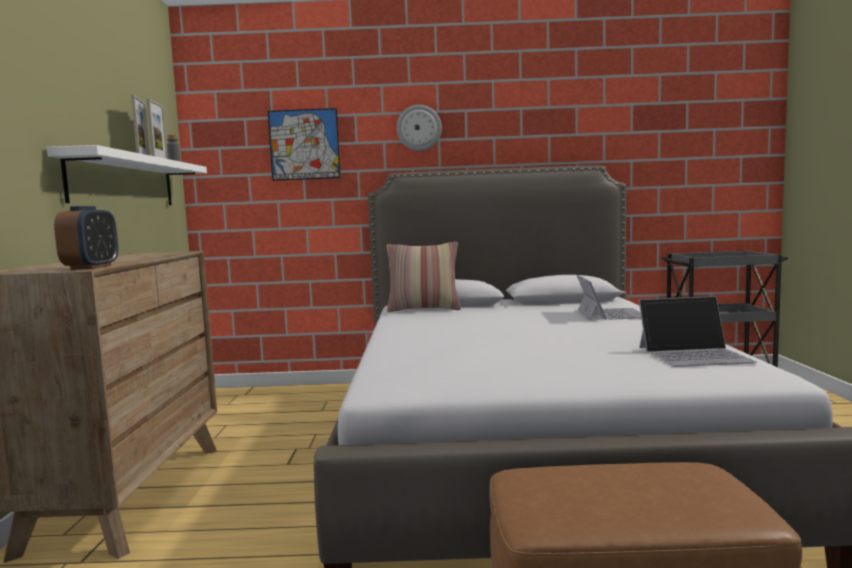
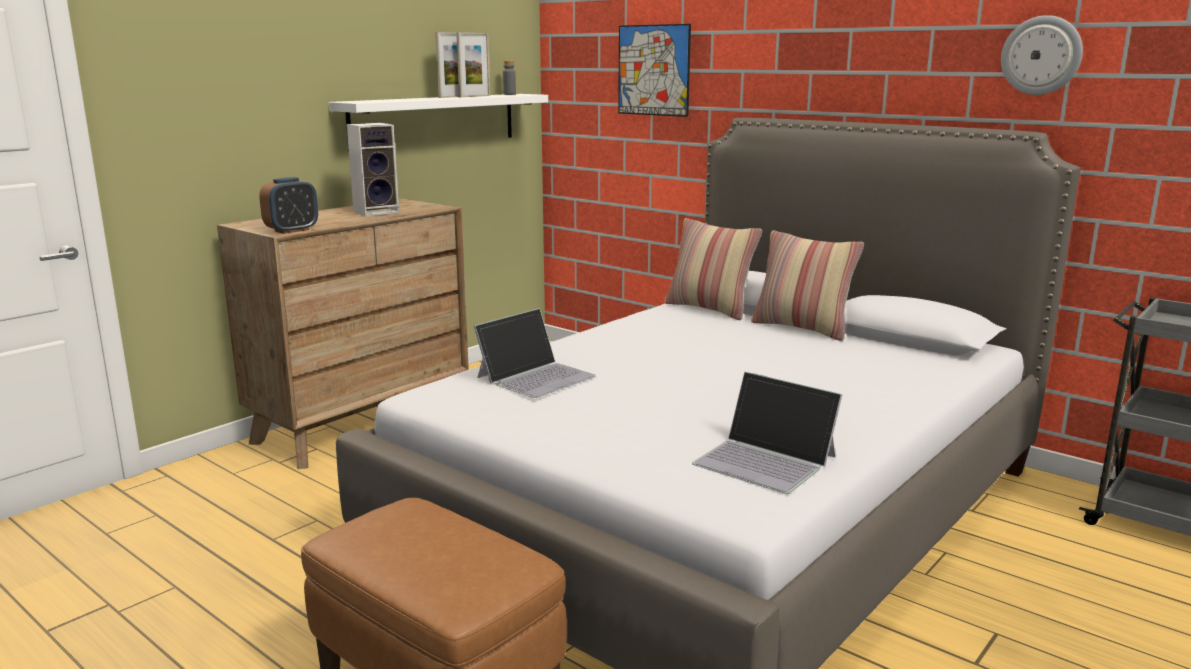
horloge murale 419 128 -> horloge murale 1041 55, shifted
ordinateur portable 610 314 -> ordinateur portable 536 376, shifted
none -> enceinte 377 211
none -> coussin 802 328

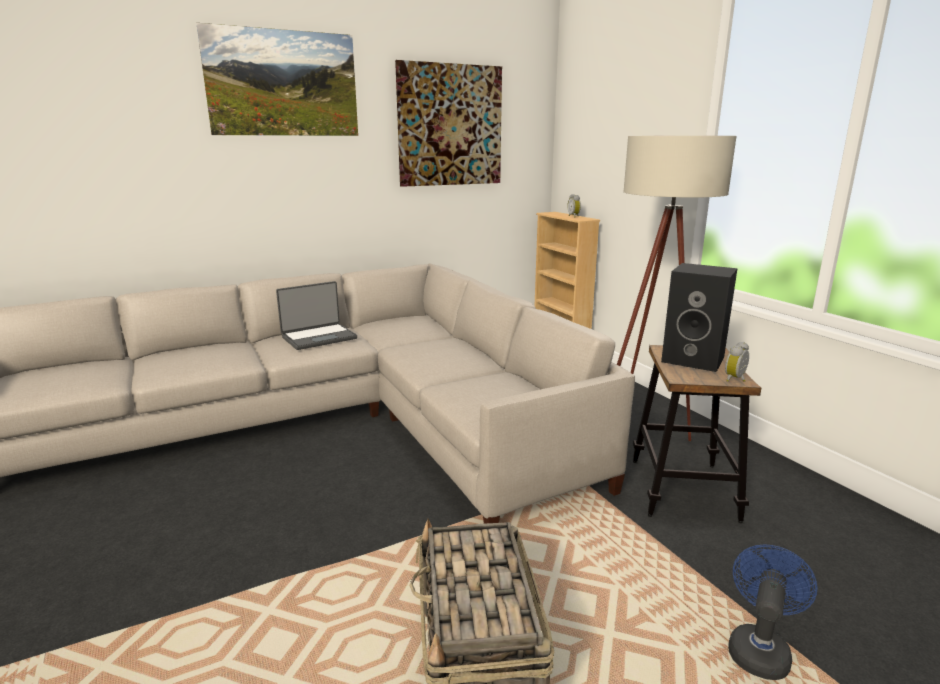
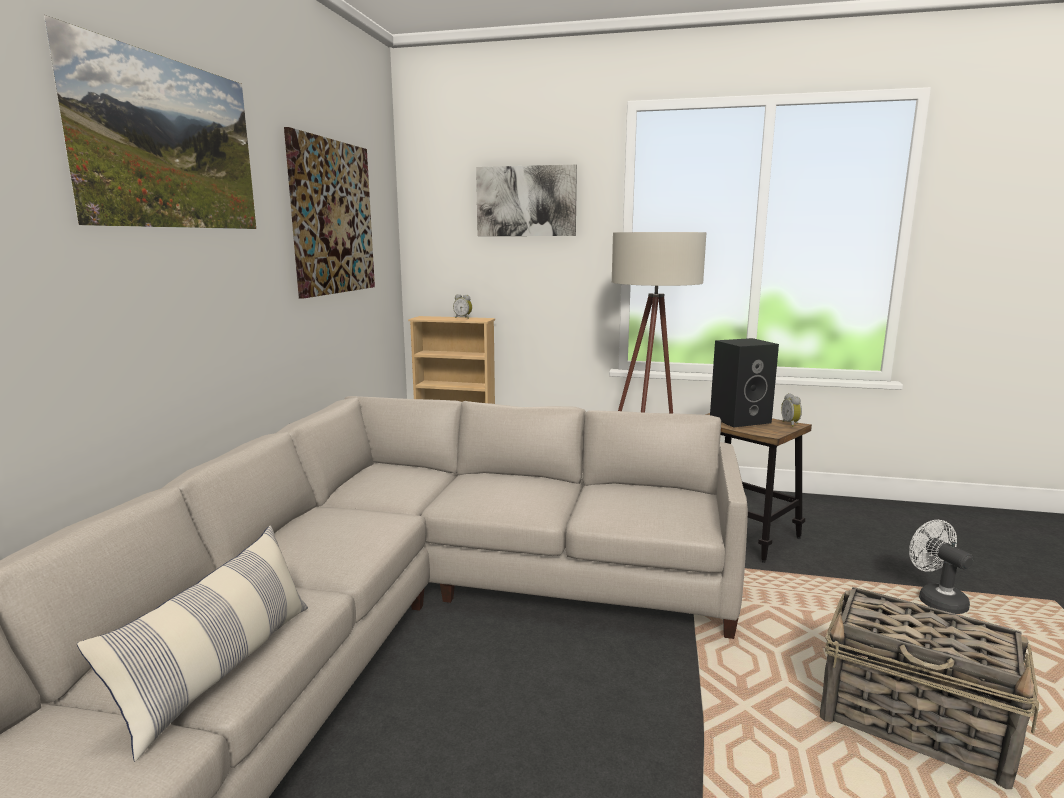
ordinateur portable 319 337 -> none
ventilateur/bleu 759 649 -> ventilateur/blanc 935 600
none -> coussin 222 669
none -> tableau 526 201

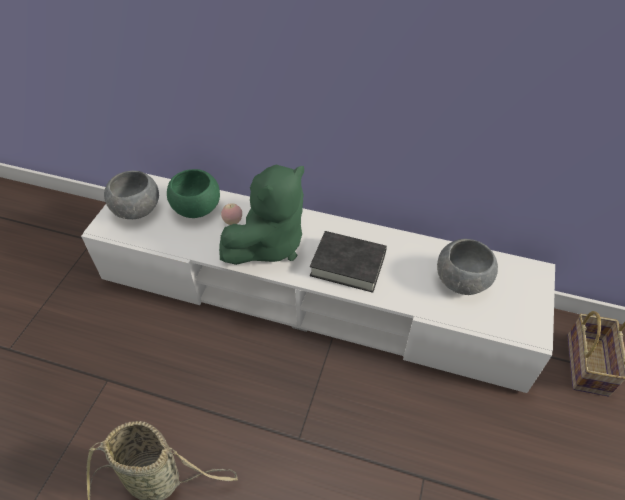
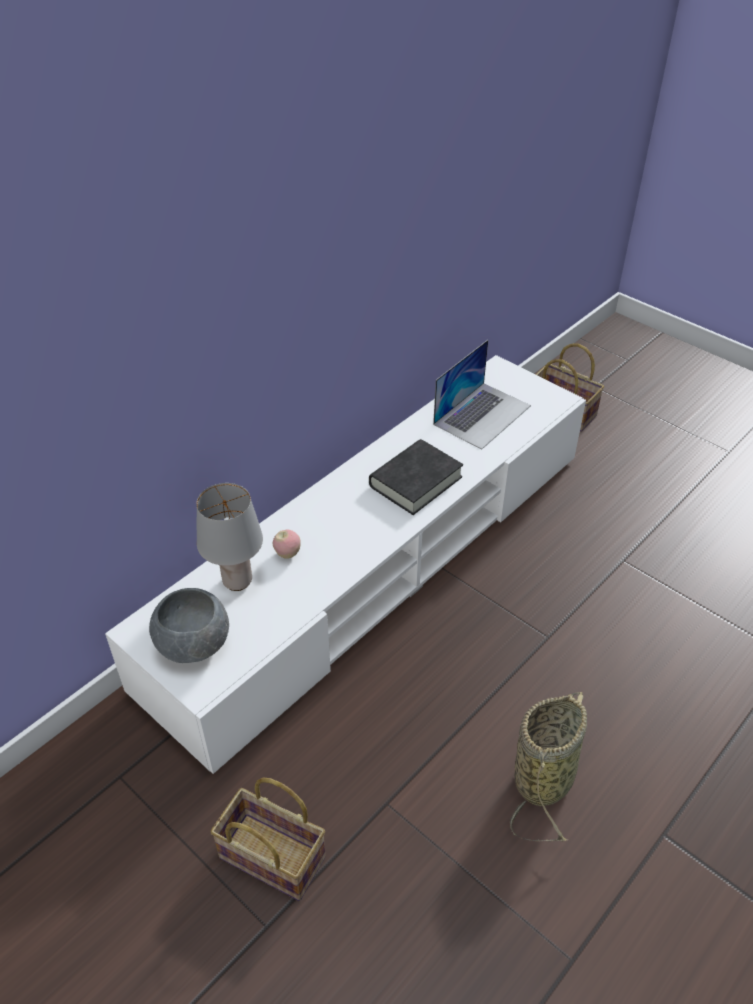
bol/vert 196 208 -> lampe de table/gris 237 582
peluche/vert 269 244 -> none
bol/gris 462 280 -> ordinateur portable 482 414
none -> panier 269 858

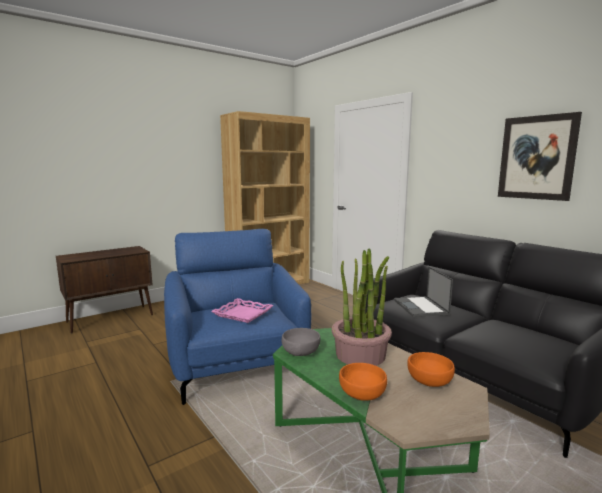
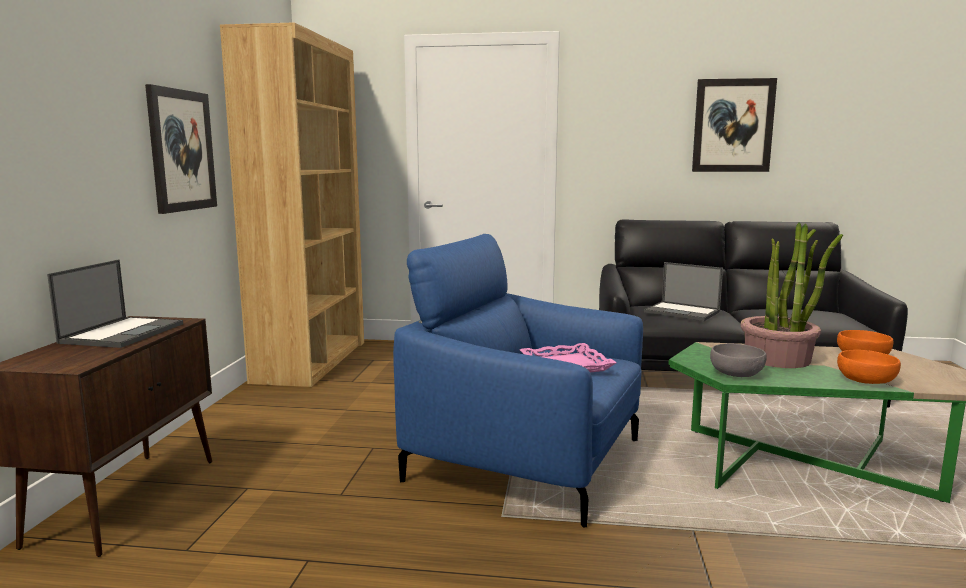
none -> ordinateur portable 123 333
none -> tableau 181 150

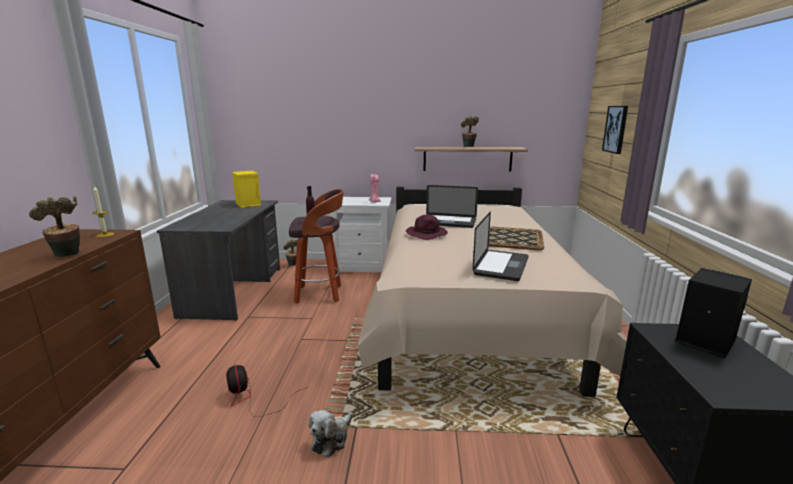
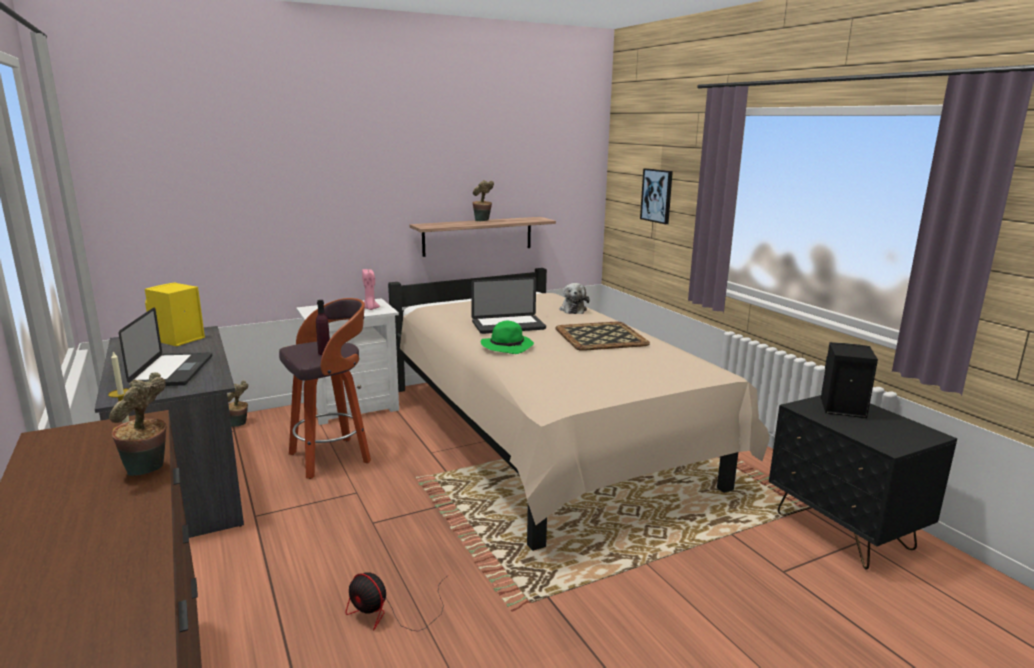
peluche 331 439 -> peluche 573 309, shifted
chapeau/violet 427 234 -> chapeau/vert 508 346
ordinateur portable 501 266 -> ordinateur portable 172 371, shifted

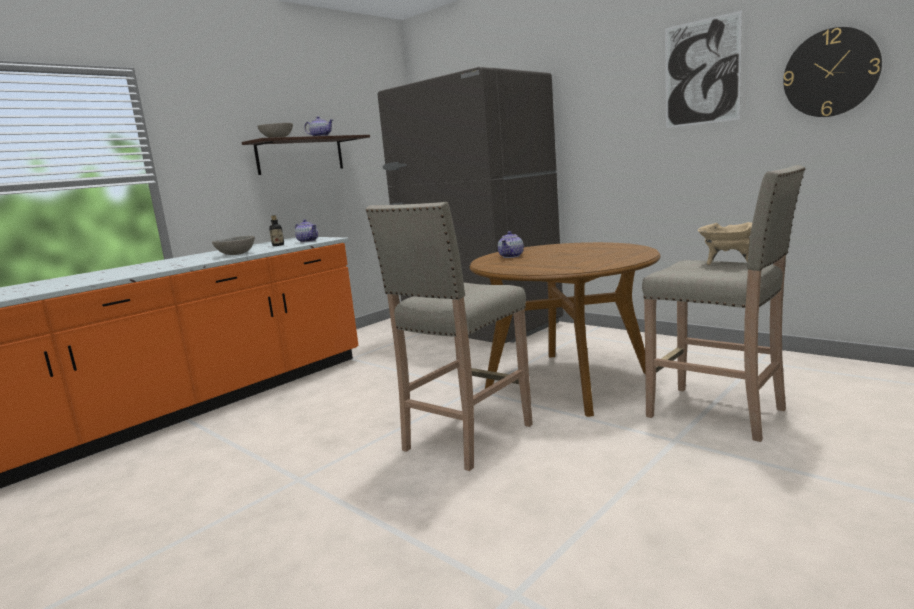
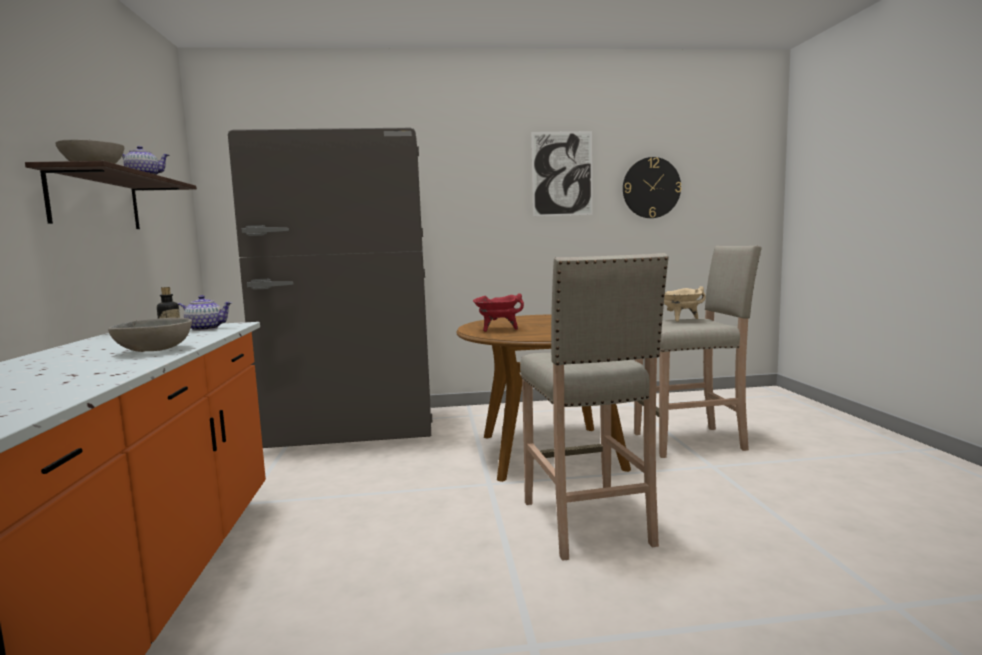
théière 511 256 -> marmite/rouge 497 329

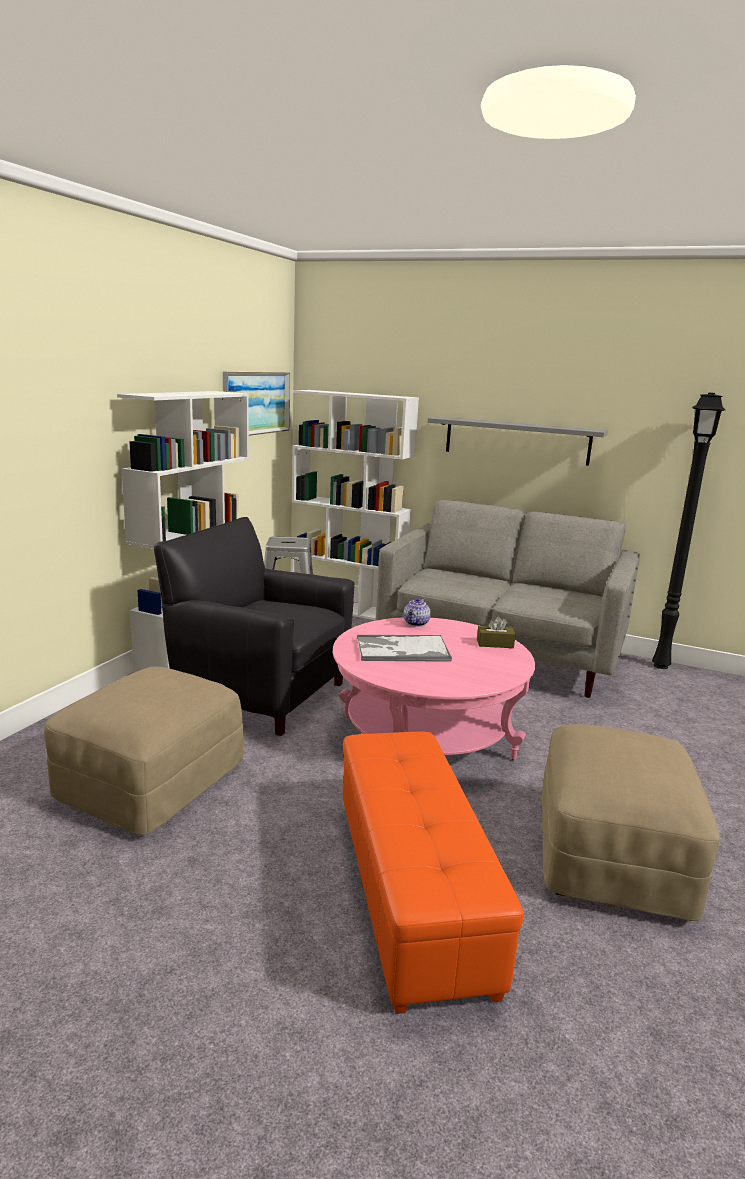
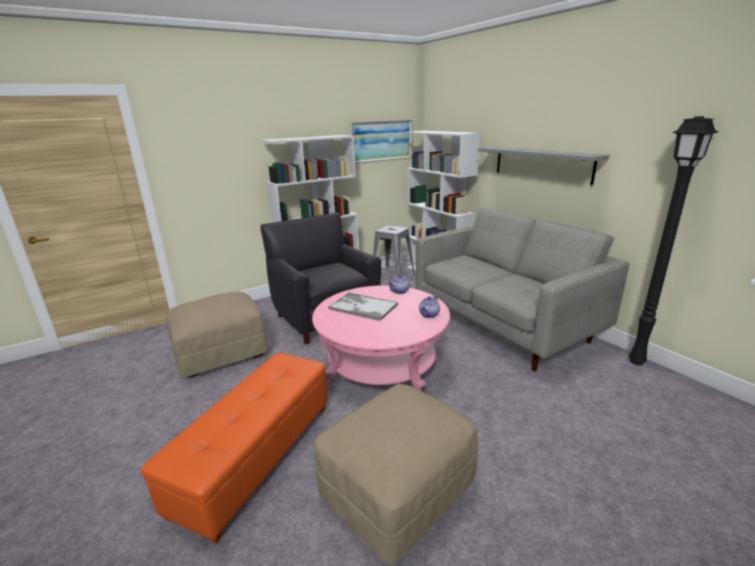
boîte à mouchoirs/marron 495 644 -> théière 429 315

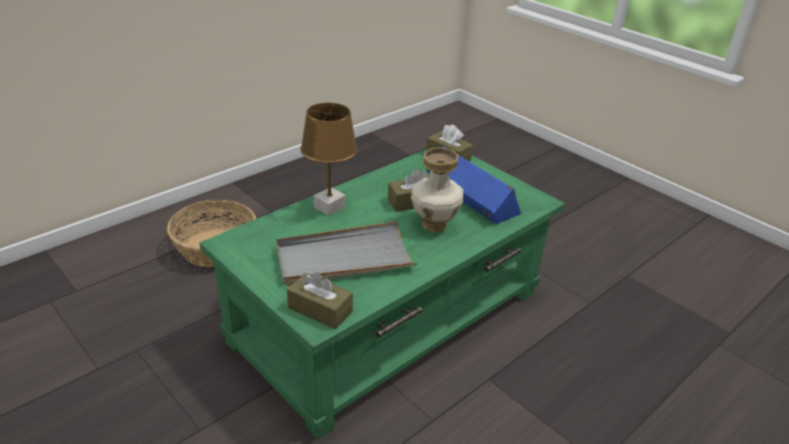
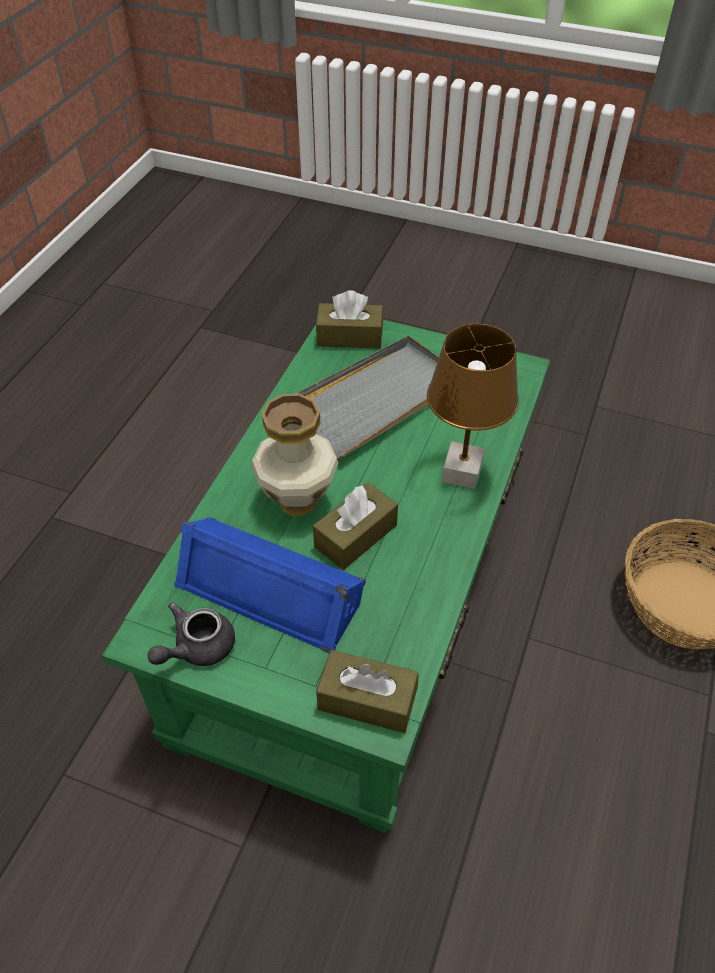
none -> théière/gris 196 648

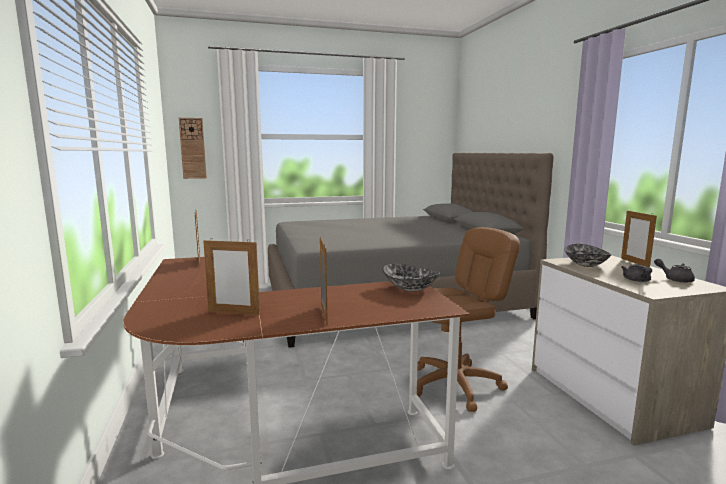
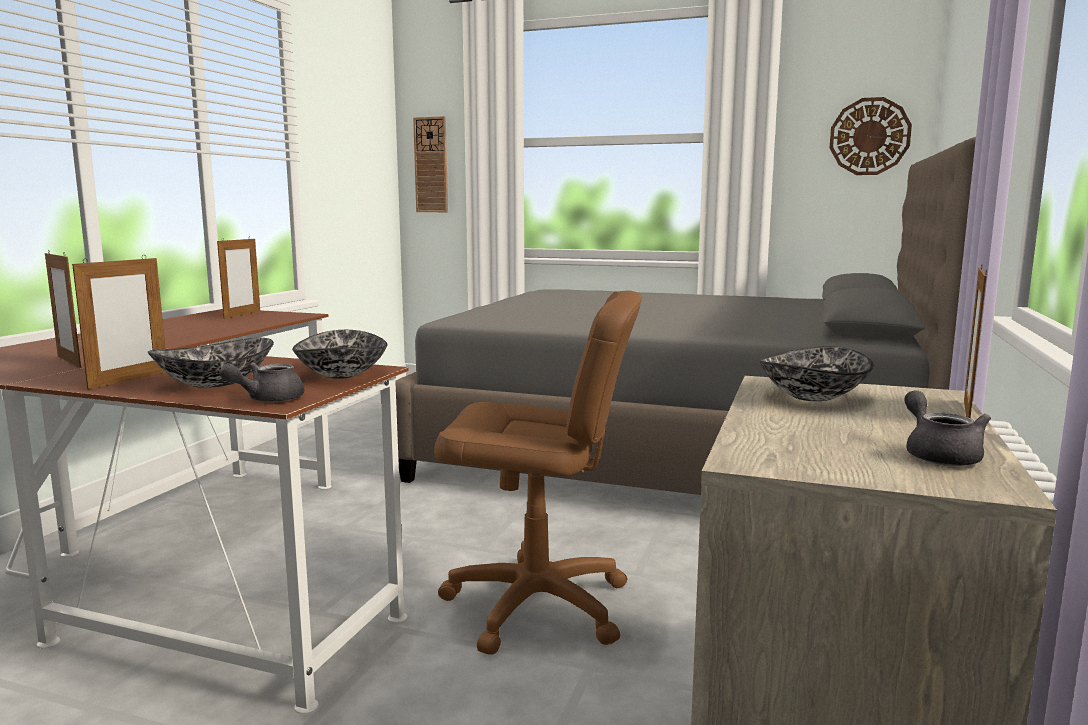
théière/gris 637 281 -> théière/gris 267 399, shifted
none -> bol 216 383
none -> horloge murale 869 136

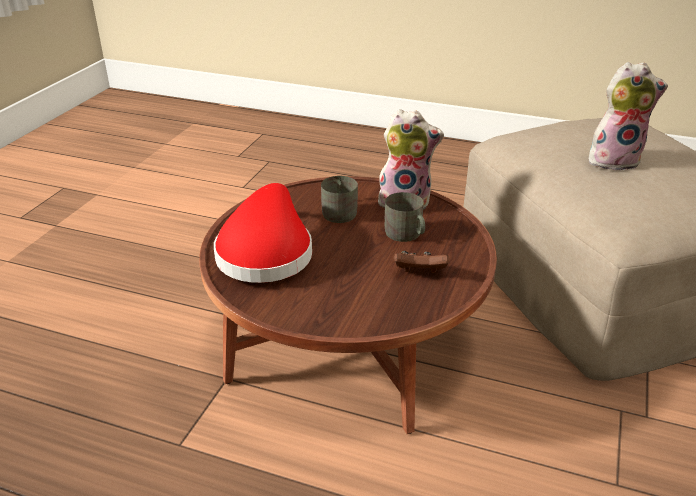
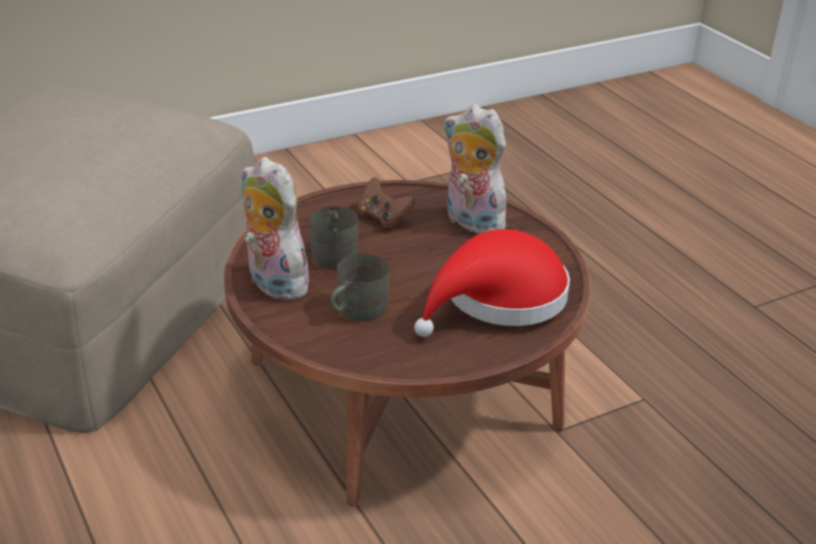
peluche 614 160 -> peluche 470 222, shifted

